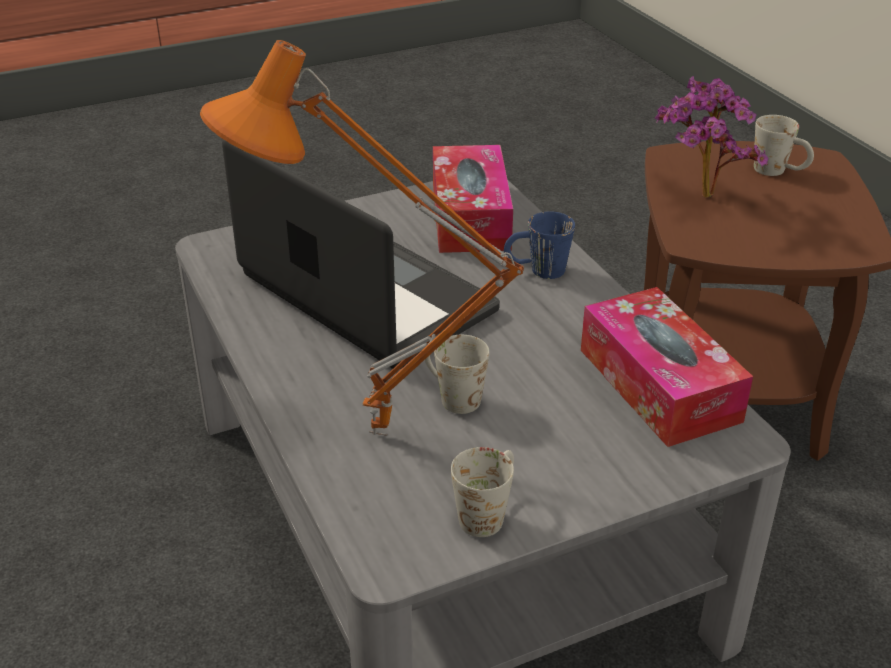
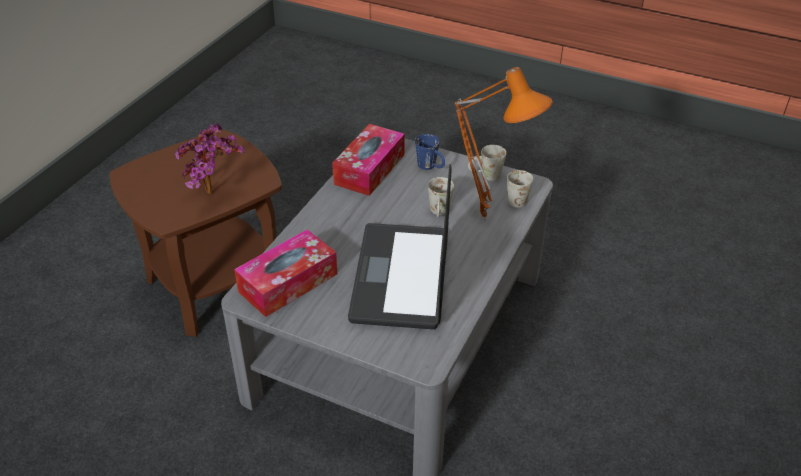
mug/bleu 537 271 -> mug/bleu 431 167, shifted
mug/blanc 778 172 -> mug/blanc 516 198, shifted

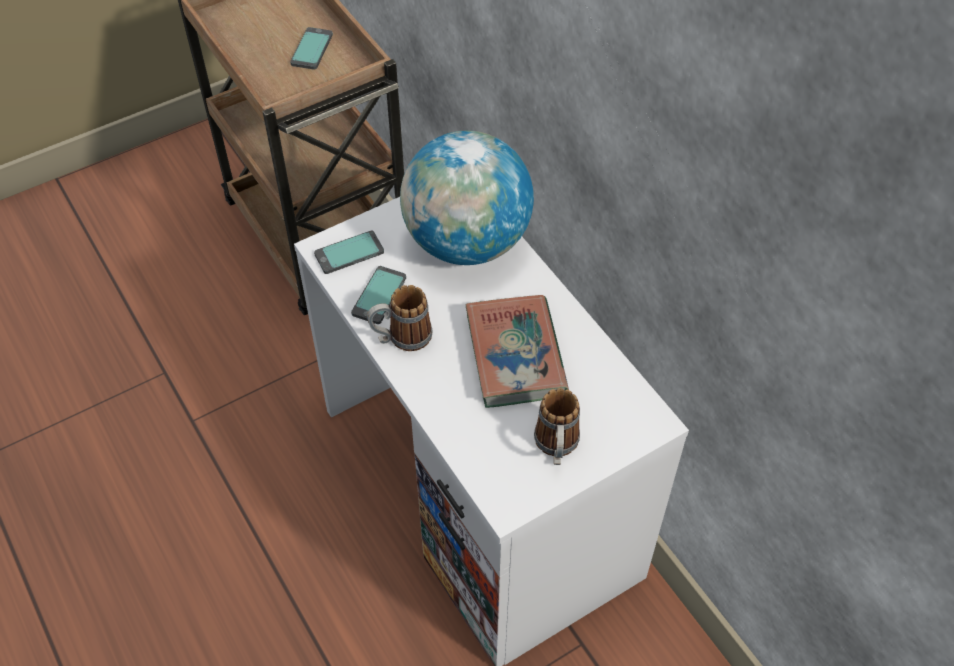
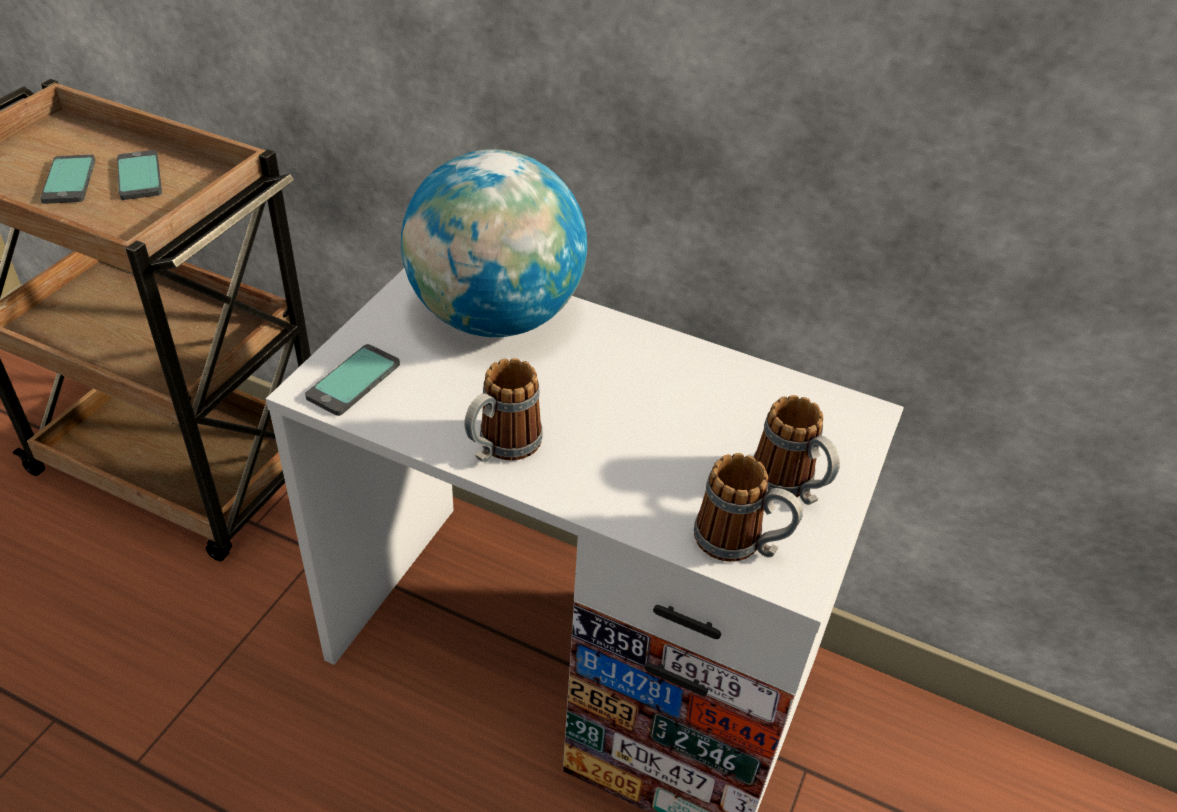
téléphone 379 296 -> téléphone 70 181, shifted
livre 515 355 -> none
none -> mug 740 544

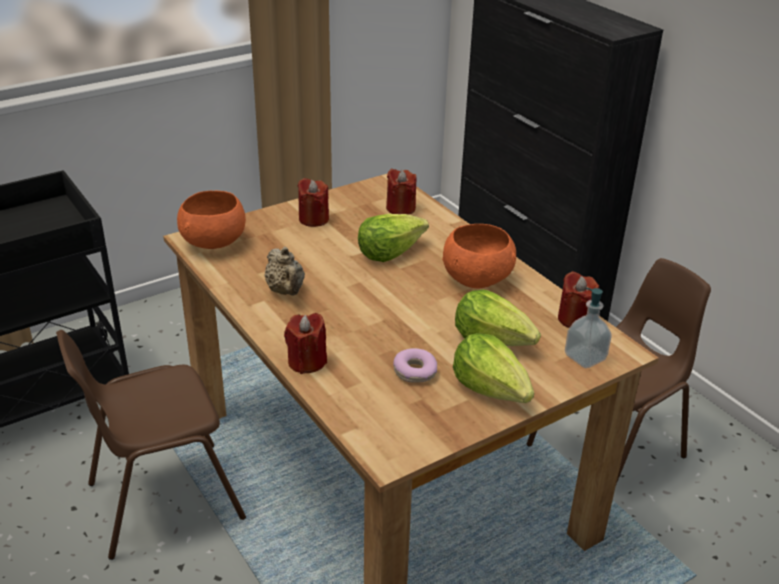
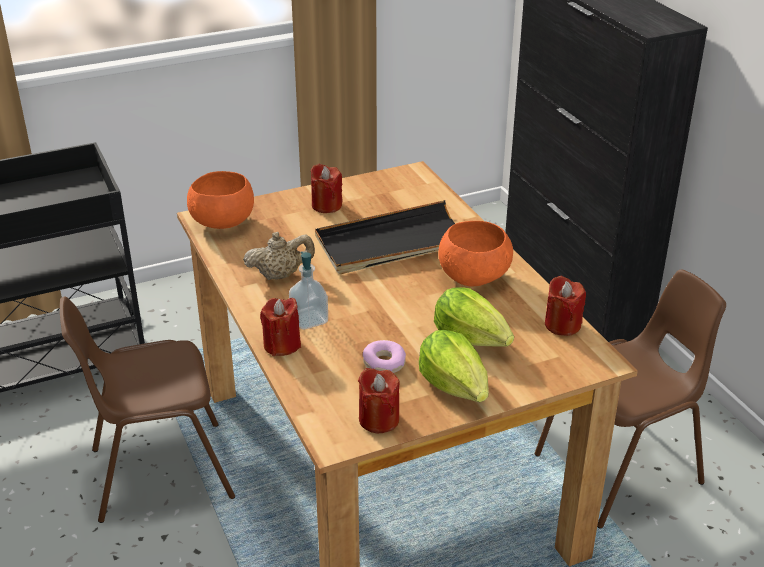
théière/beige 286 291 -> théière/beige 280 275, 90 degrees counterclockwise
laitue 389 252 -> plateau/noir 393 243
bougie/rouge 400 208 -> bougie/rouge 379 419, shifted
distributeur de savon 585 357 -> distributeur de savon 309 320, shifted

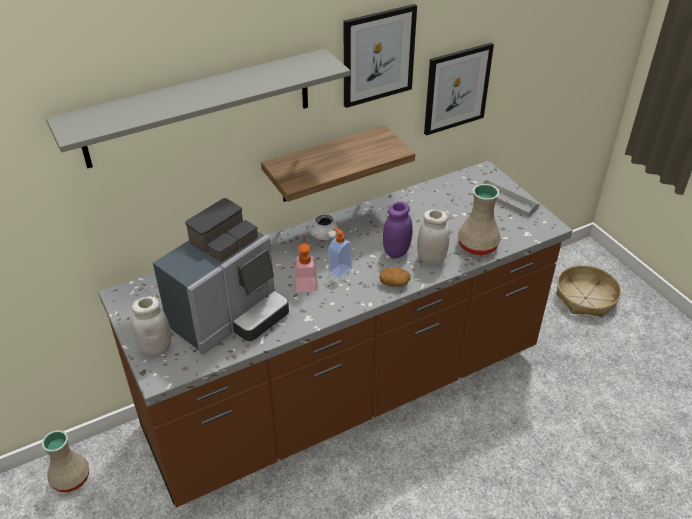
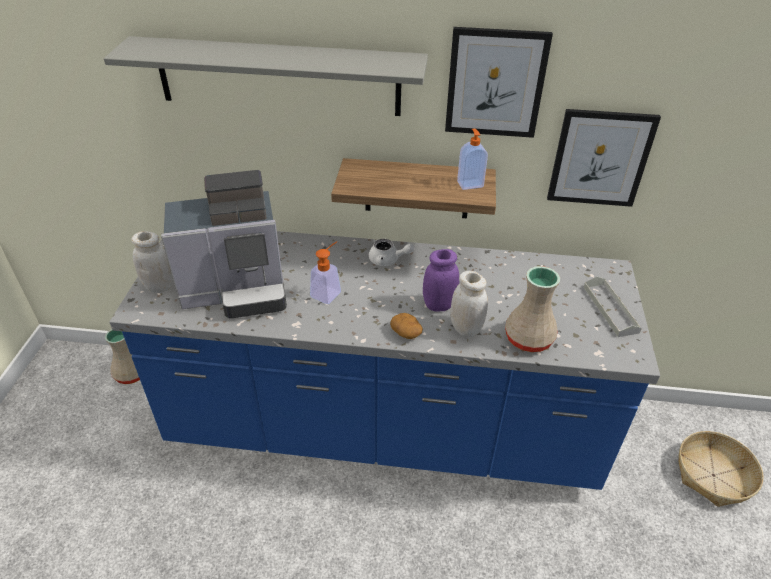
comptoir de cuisine/marron 346 392 -> comptoir de cuisine/bleu 383 428
théière/blanc 325 236 -> théière/blanc 388 260, 90 degrees counterclockwise
distributeur de savon 339 270 -> distributeur de savon 469 184, shifted

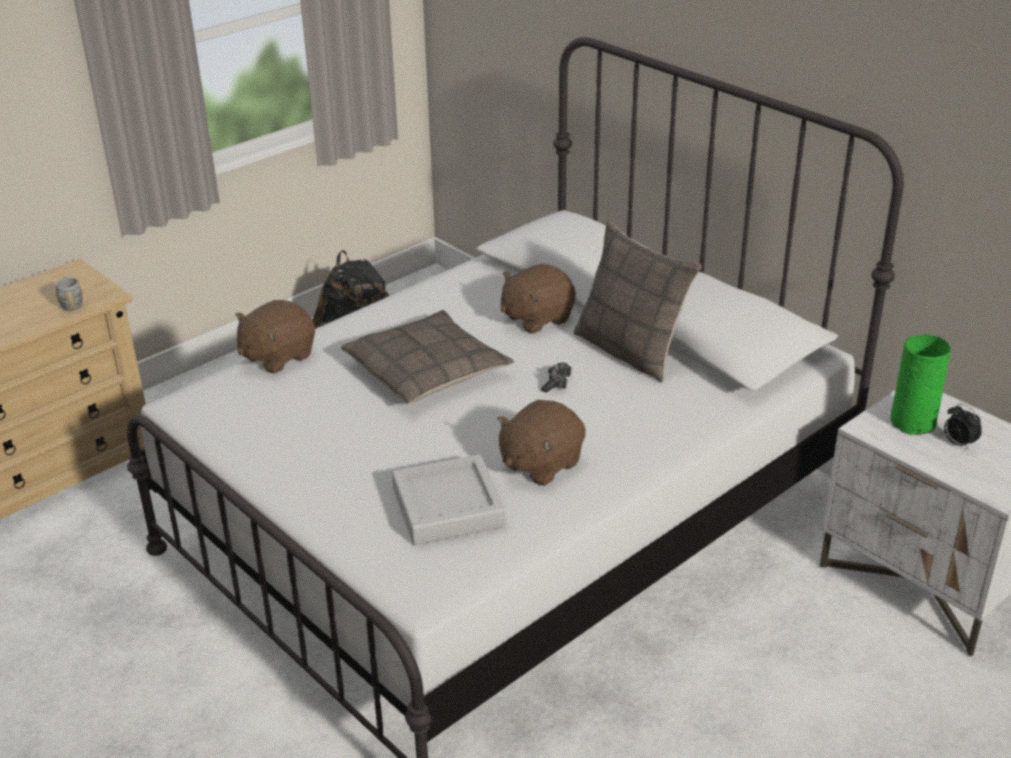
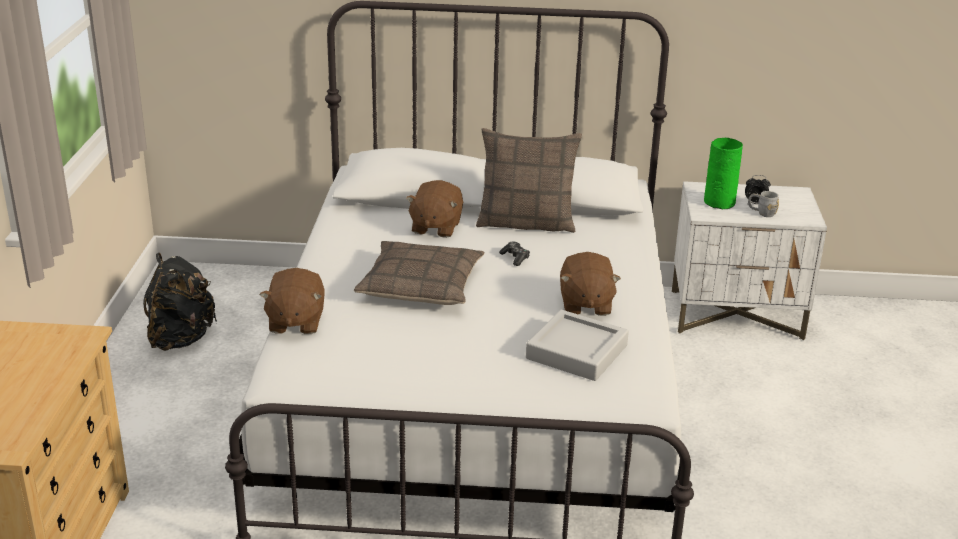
mug/gris 71 303 -> mug/gris 761 213, shifted

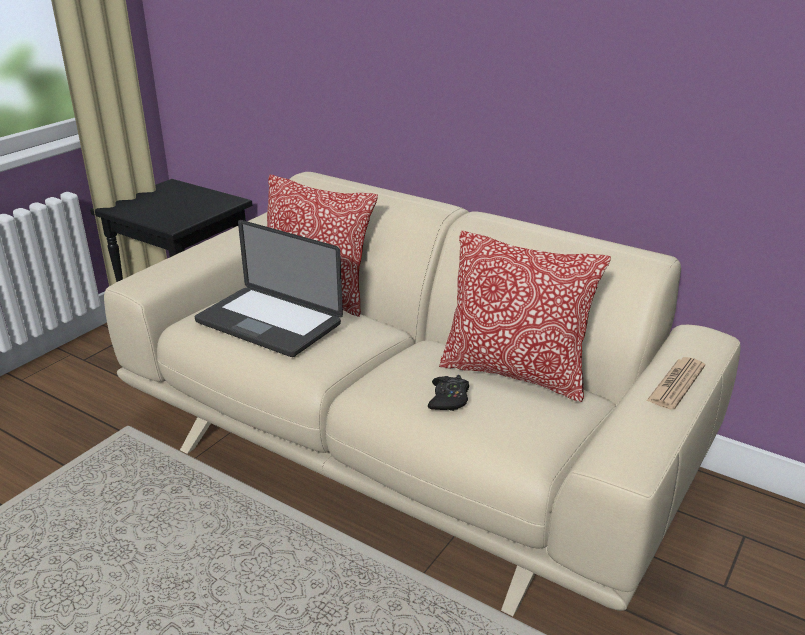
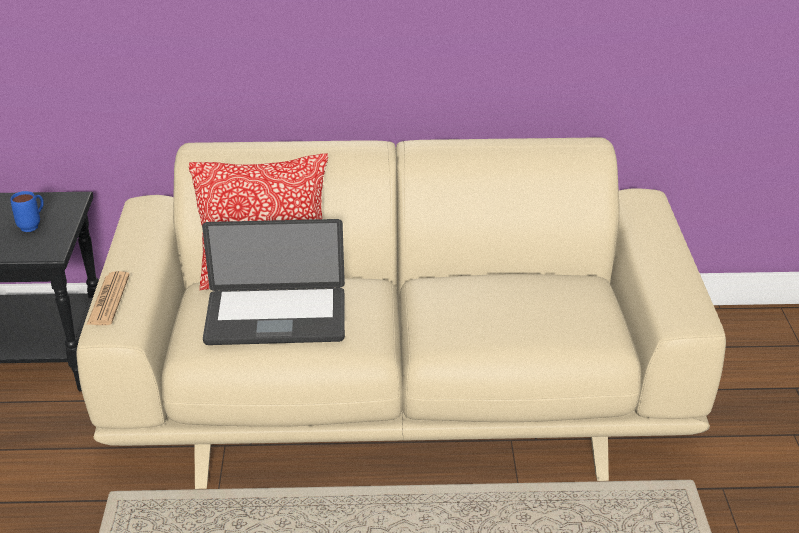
manette/noir 448 399 -> none
coussin 515 373 -> none
journal 676 384 -> journal 108 299, shifted
none -> mug/bleu 33 225

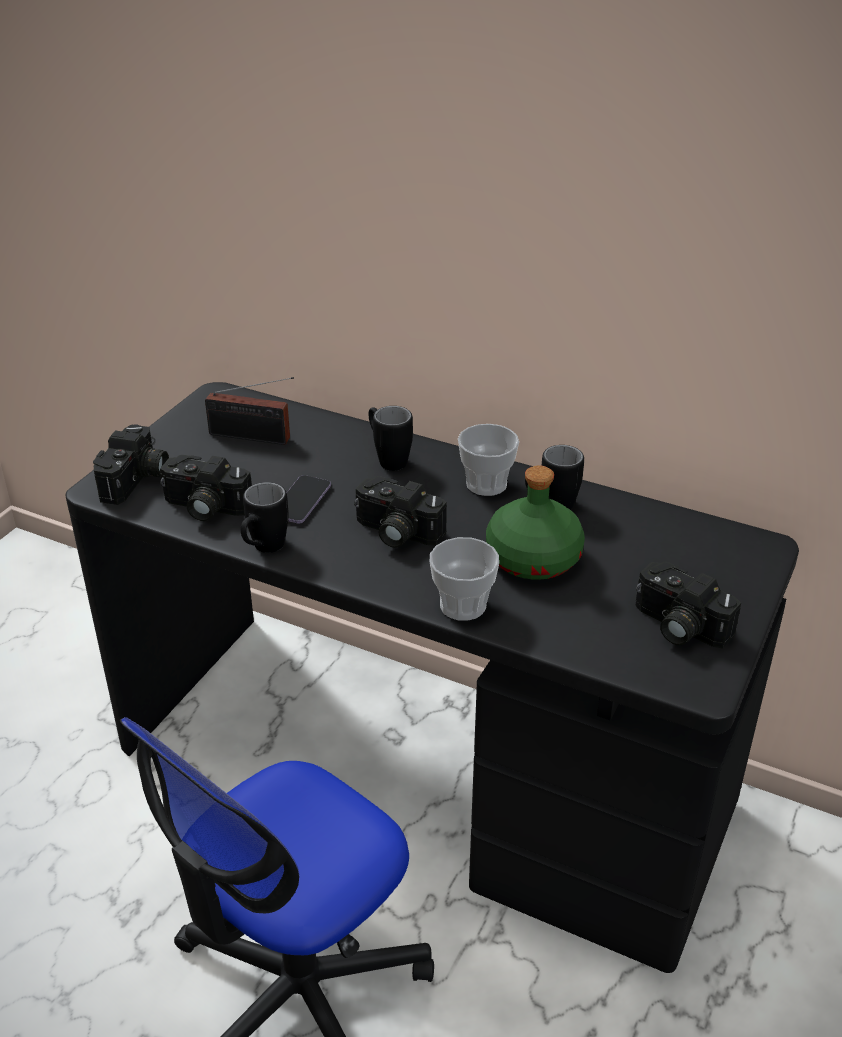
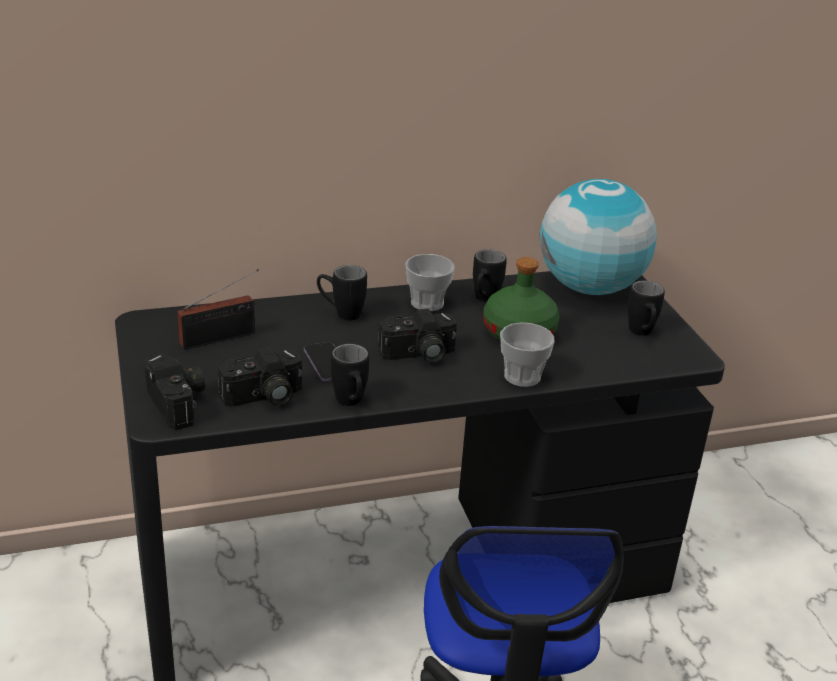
appareil photo 677 626 -> mug/noir 642 334
none -> globe 590 287

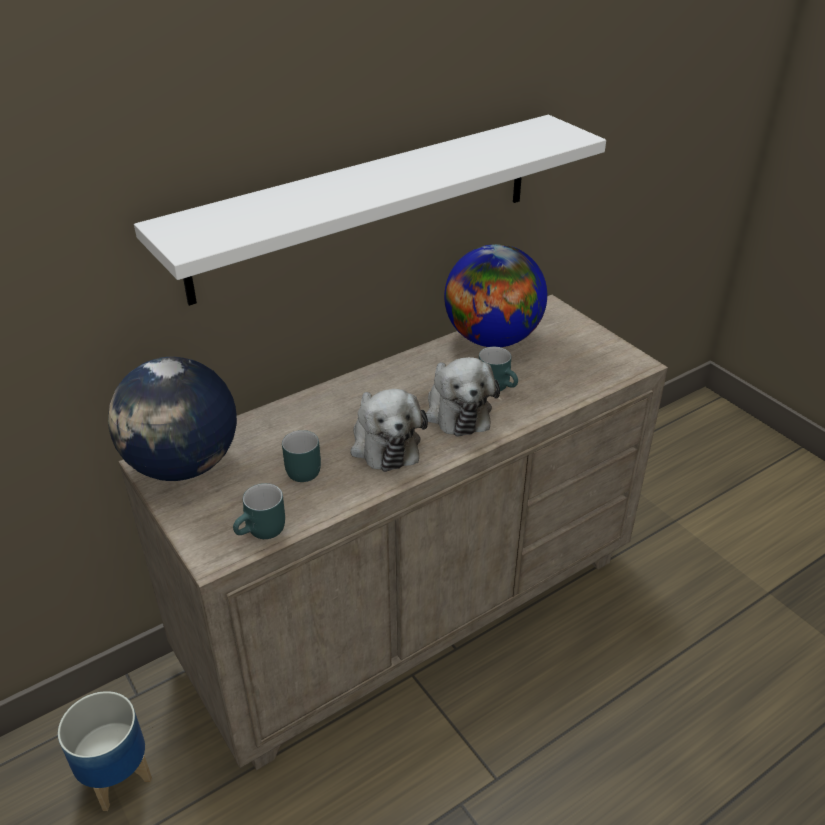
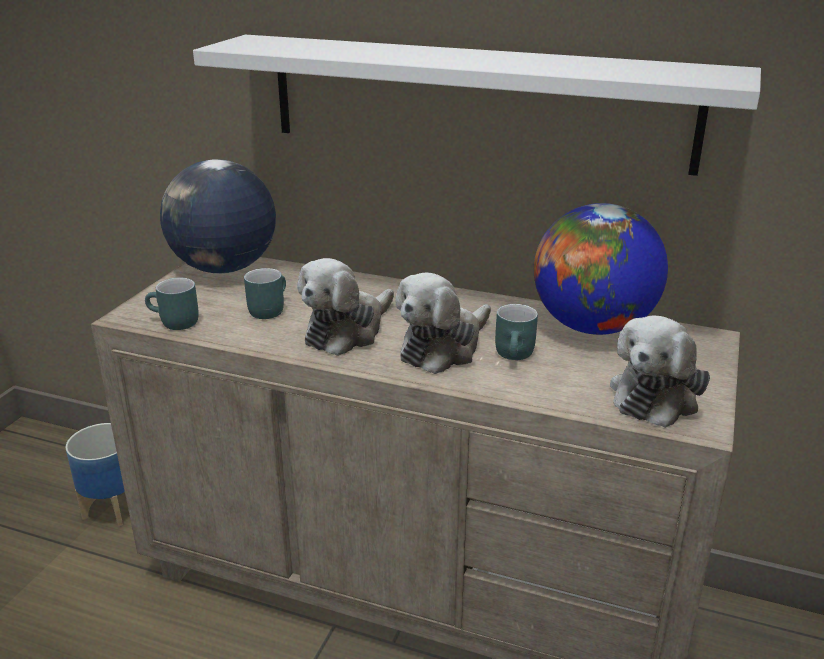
none -> peluche 657 395

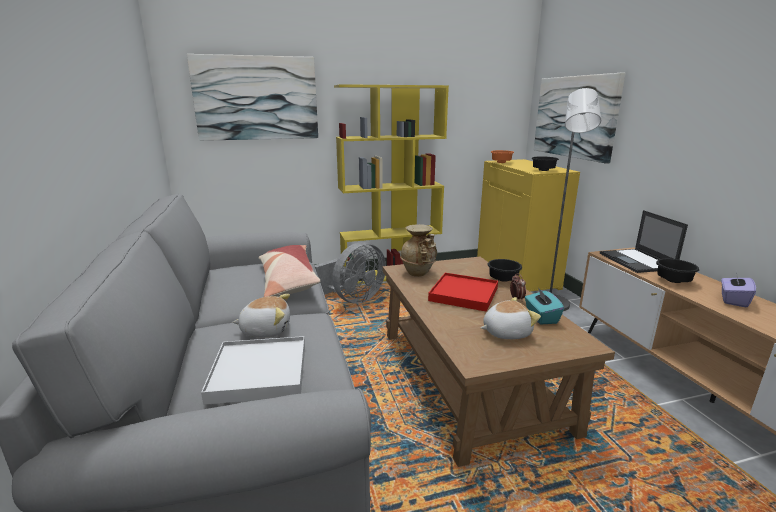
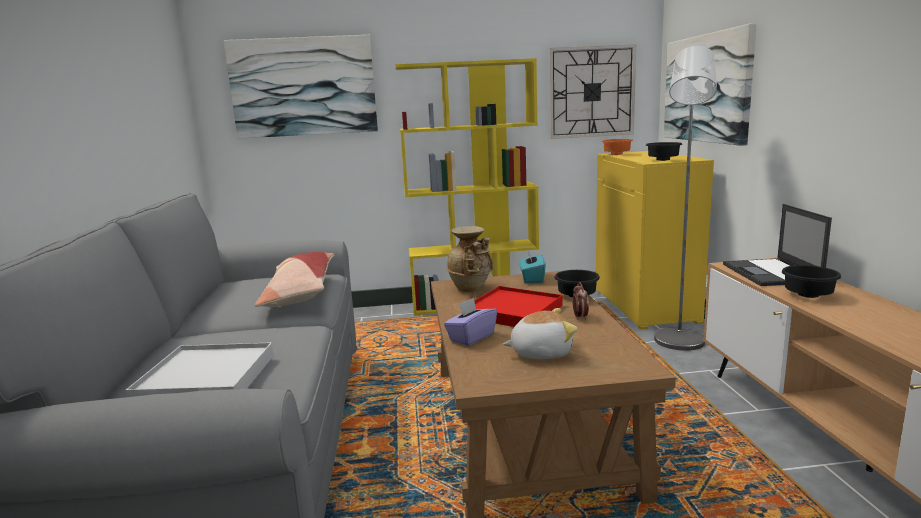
peluche 266 330 -> none
ventilateur/gris 353 299 -> none
boîte à mouchoirs/turquoise 541 317 -> boîte à mouchoirs/turquoise 532 278, shifted
boîte à mouchoirs/violet 733 300 -> boîte à mouchoirs/violet 471 337, shifted
none -> horloge murale 591 92

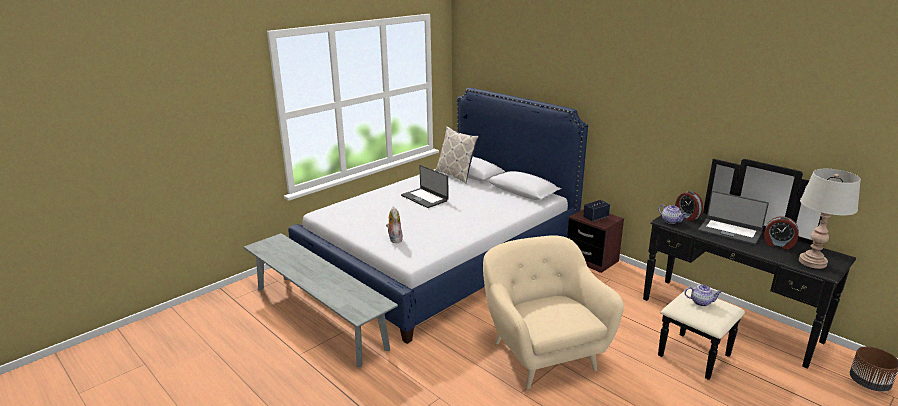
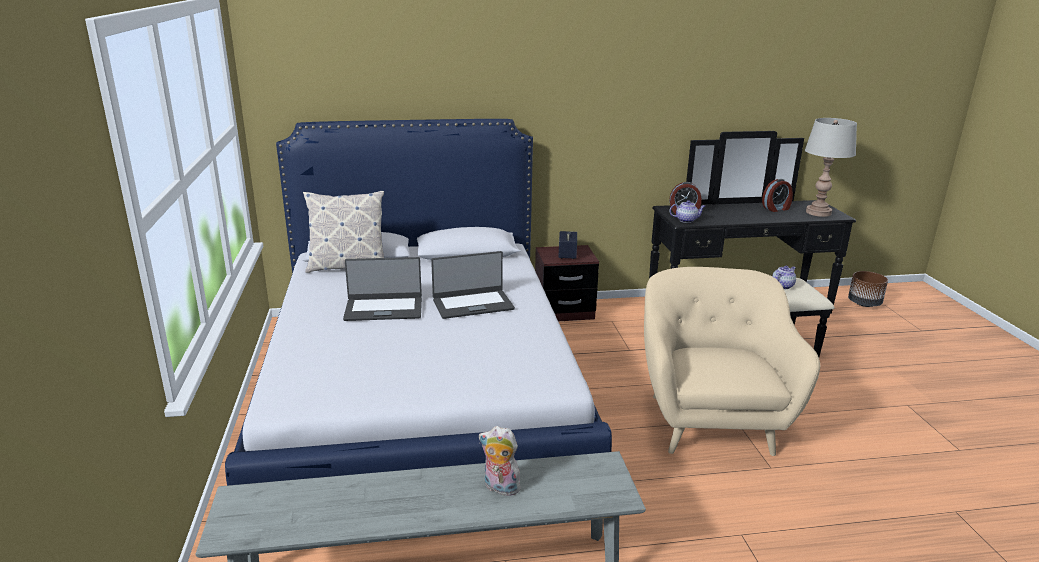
peluche 394 239 -> peluche 499 488, shifted
fauteuil/beige 542 353 -> fauteuil/beige 709 421, 75 degrees clockwise
ordinateur portable 730 231 -> ordinateur portable 472 304, shifted

